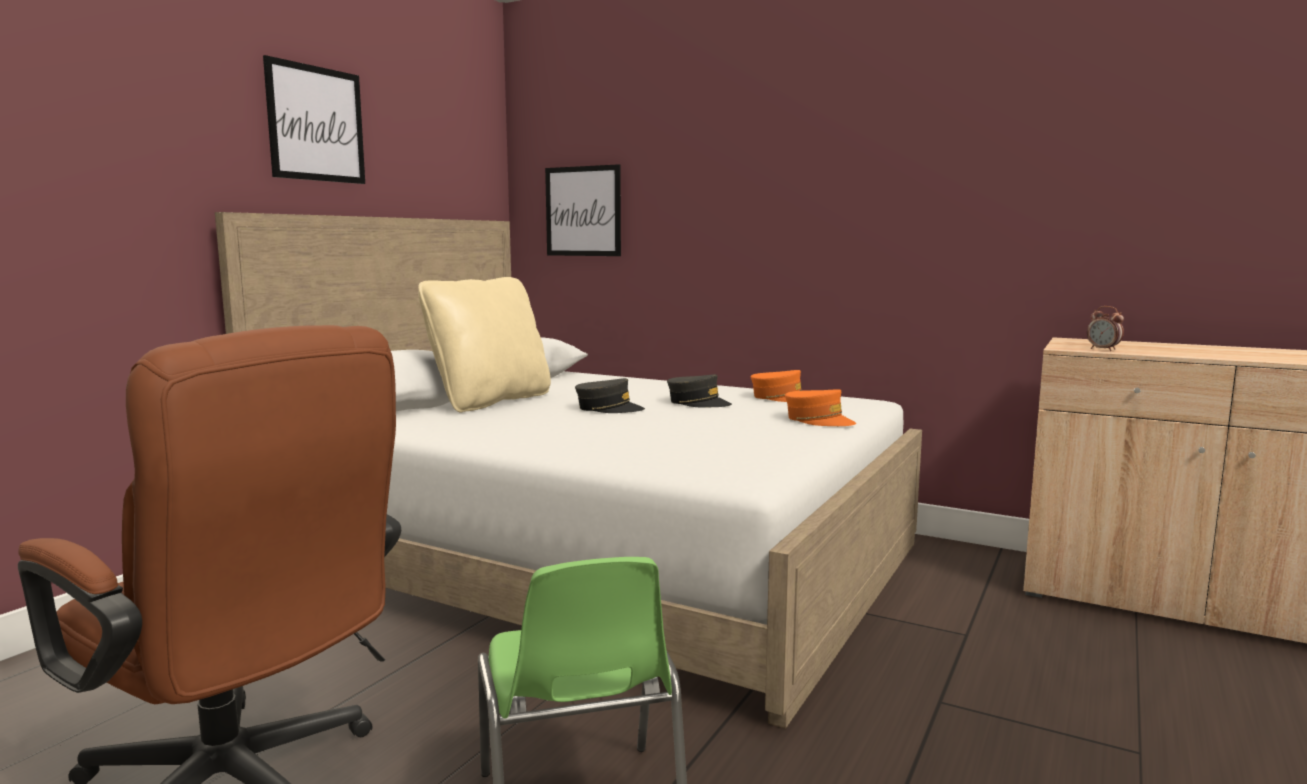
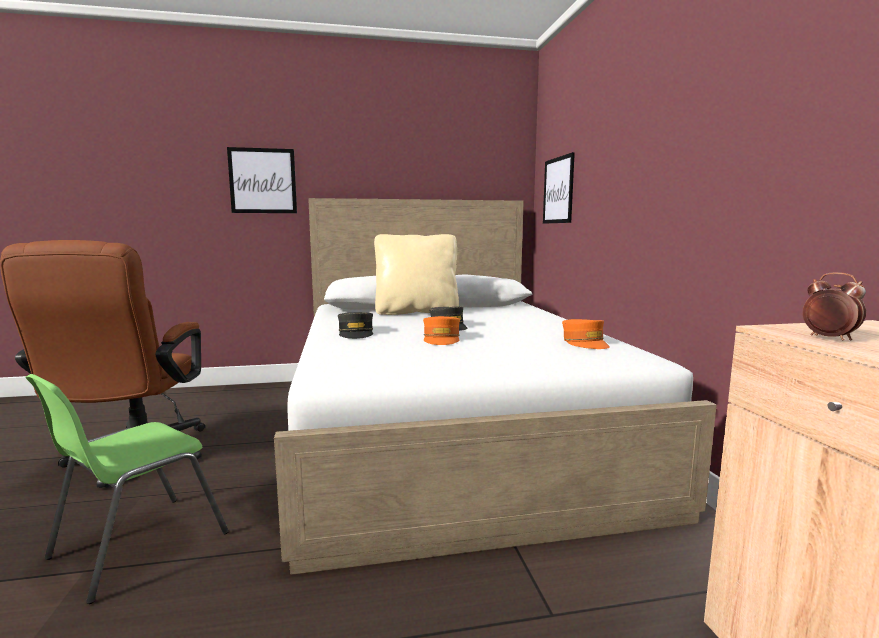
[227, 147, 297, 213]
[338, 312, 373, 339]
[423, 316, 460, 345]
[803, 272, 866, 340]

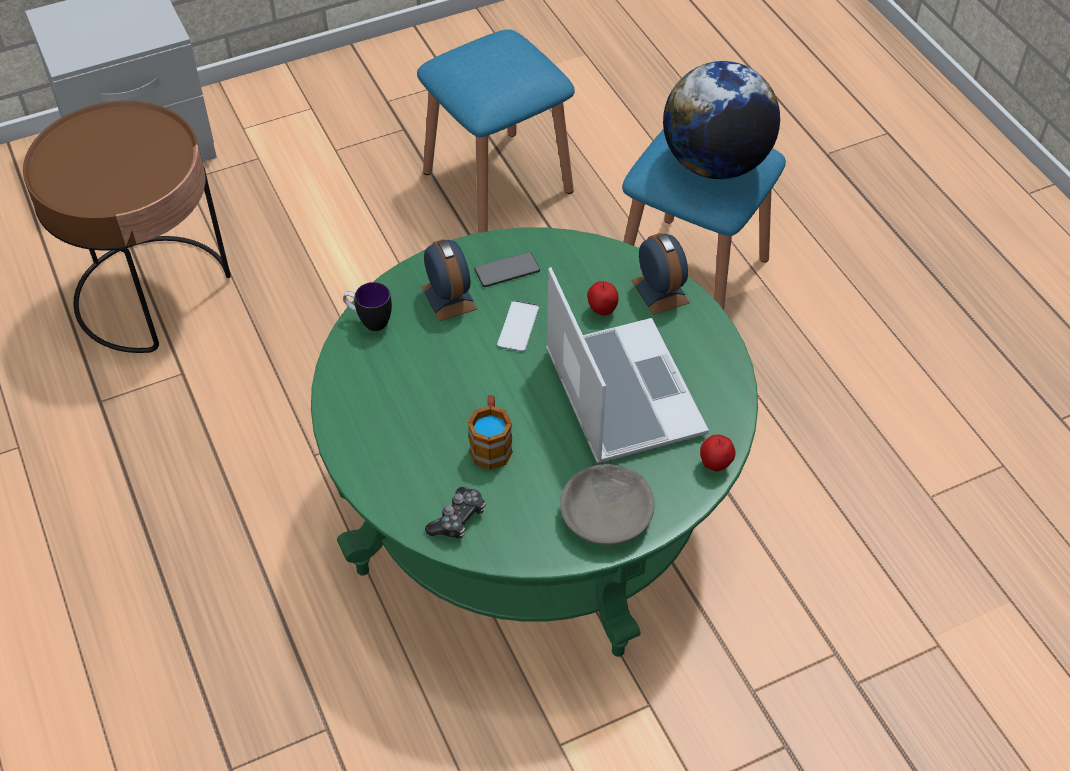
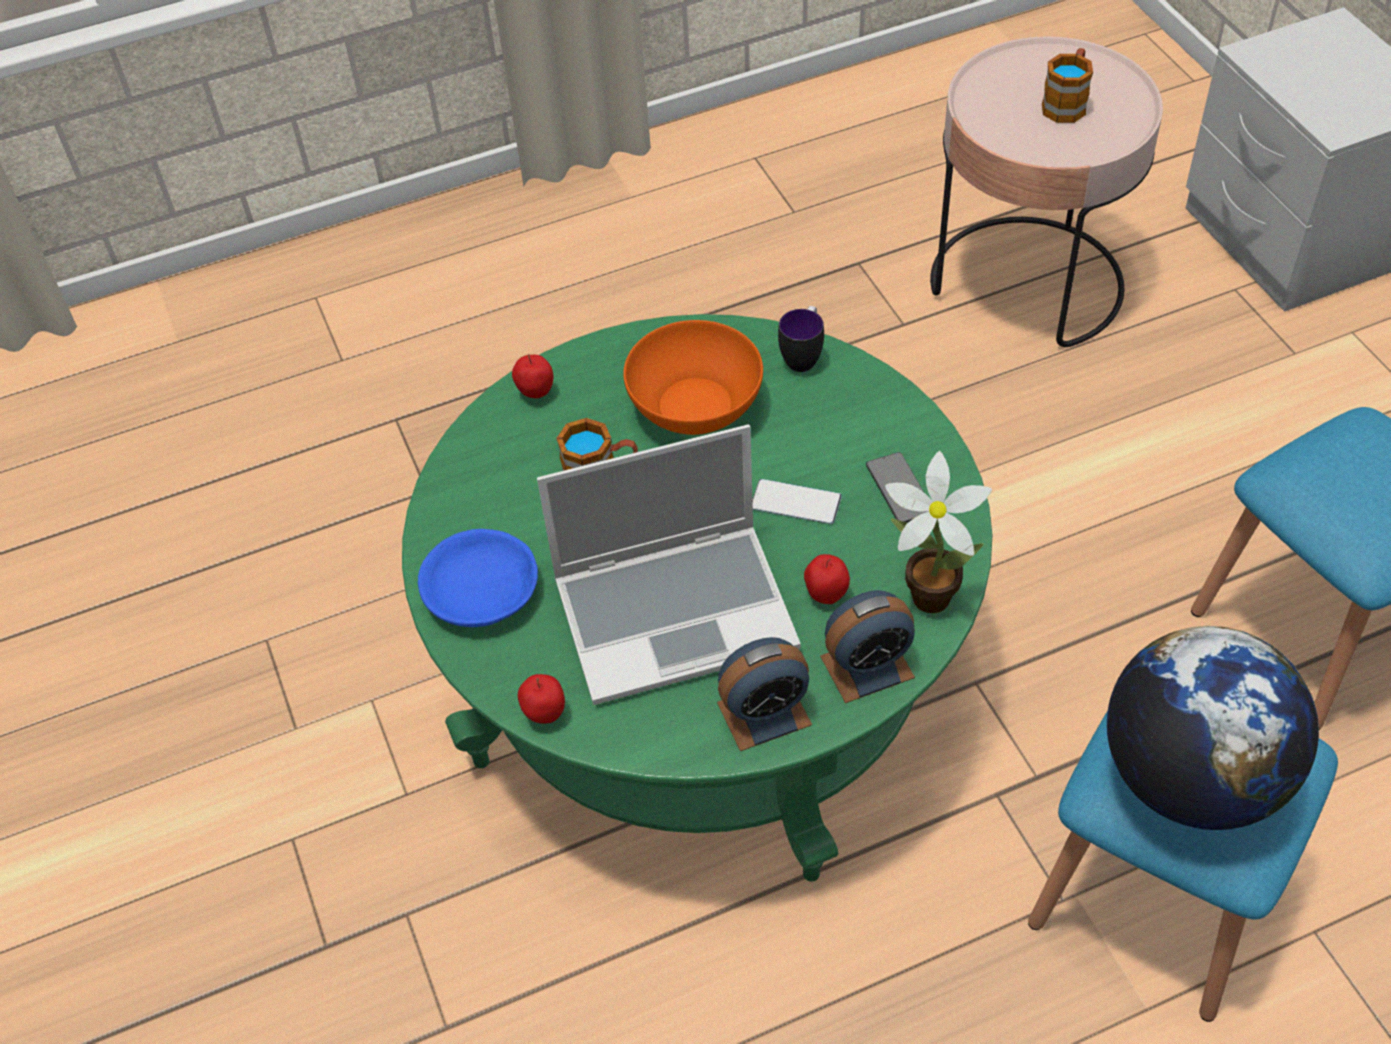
[425, 487, 486, 539] (first image)
[512, 354, 553, 398]
[623, 320, 763, 435]
[885, 451, 992, 613]
[1042, 48, 1093, 123]
[717, 637, 812, 751]
[930, 36, 1163, 347]
[418, 529, 538, 627]

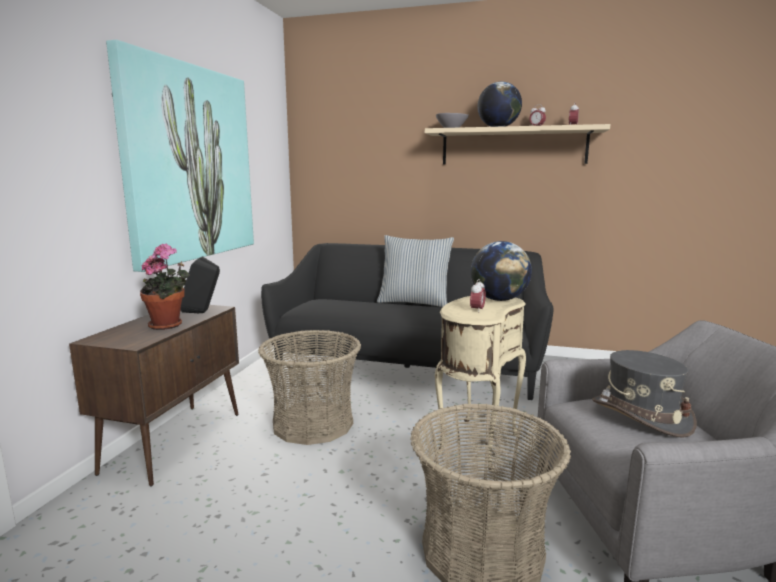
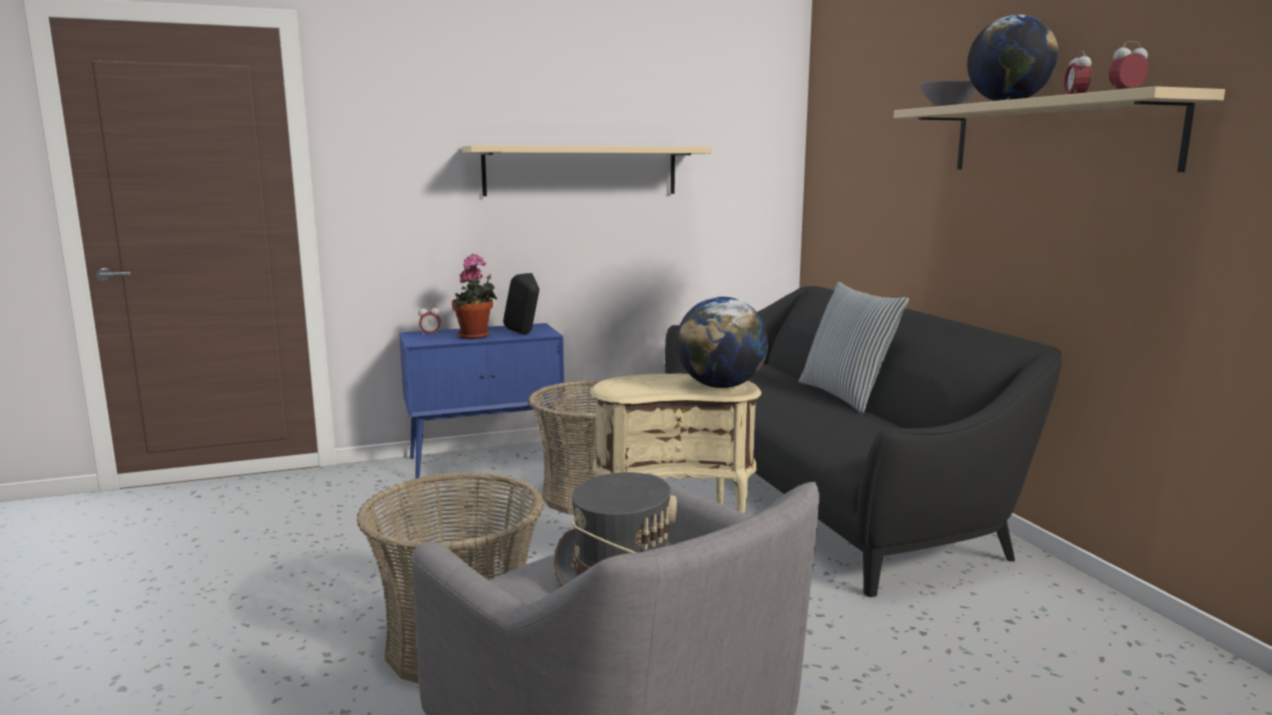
[418, 304, 441, 336]
[462, 145, 712, 196]
[399, 323, 565, 479]

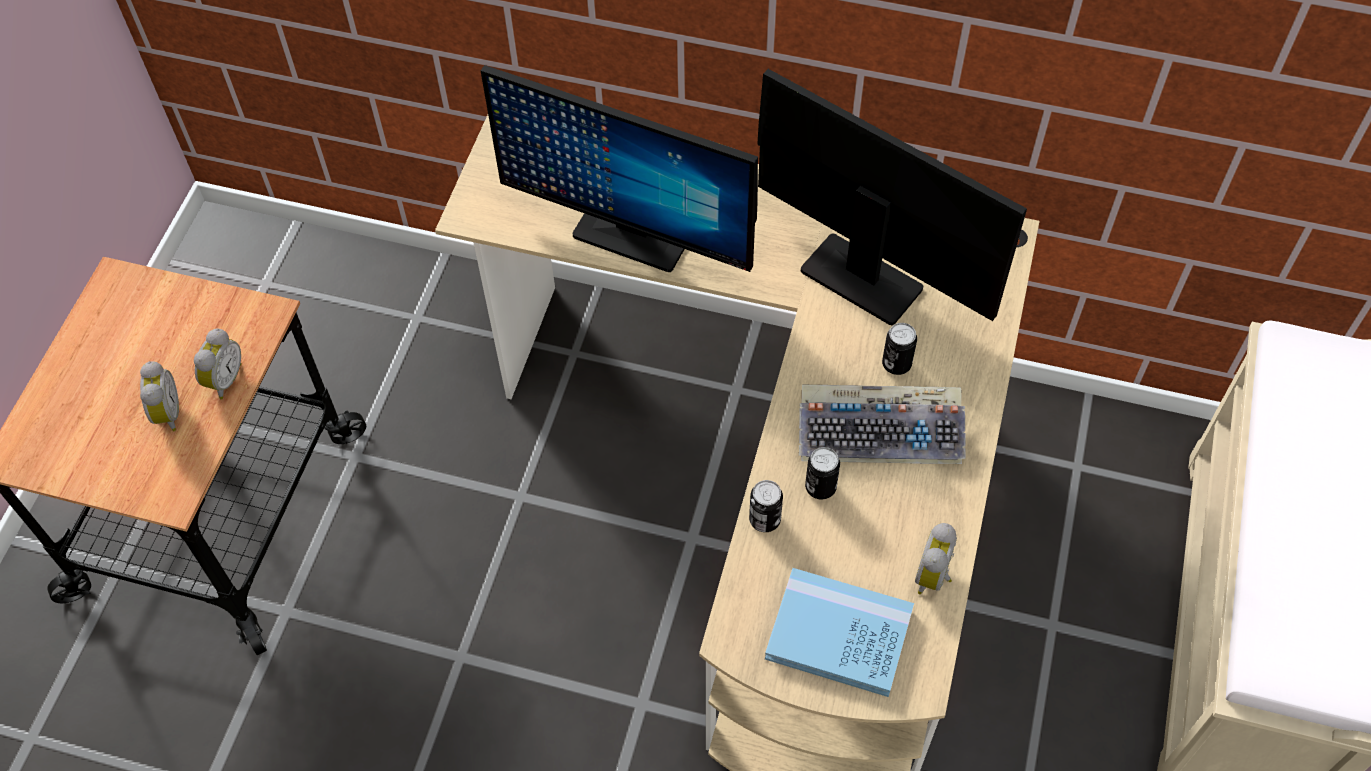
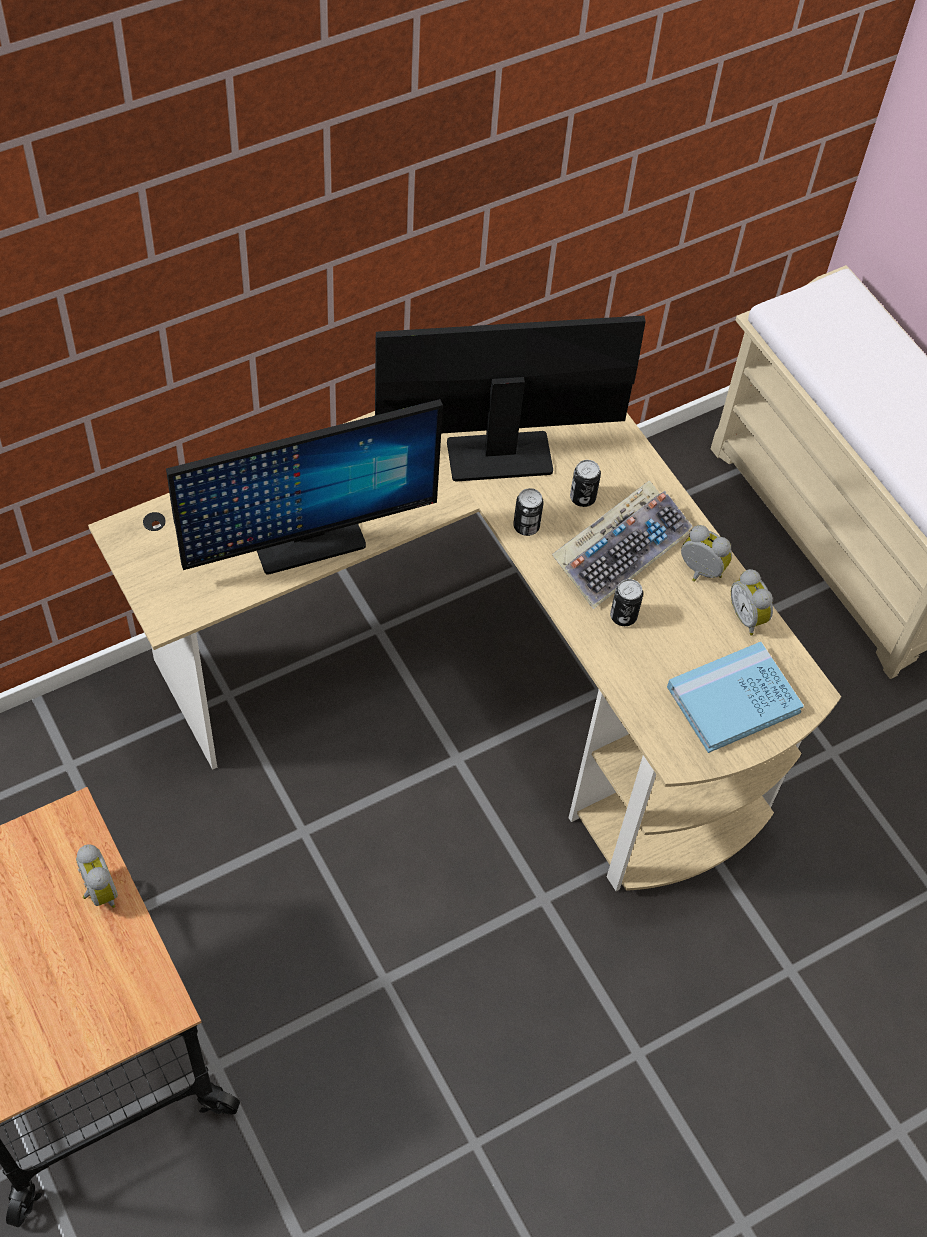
[681, 525, 732, 582]
[513, 488, 544, 536]

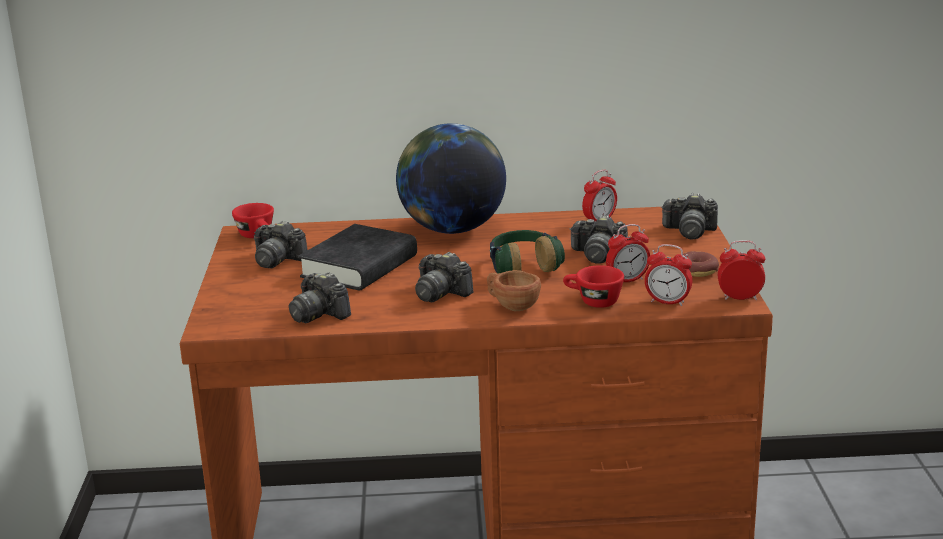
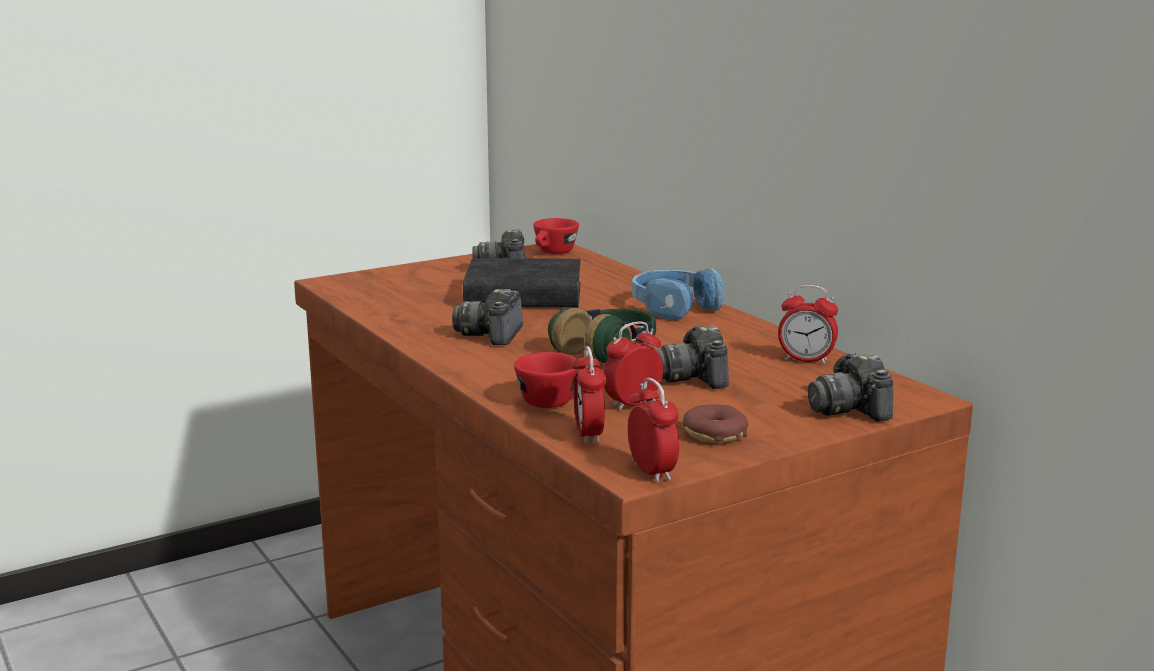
[289, 272, 351, 323] (first image)
[487, 270, 541, 311] (first image)
[631, 269, 724, 320]
[603, 321, 663, 410]

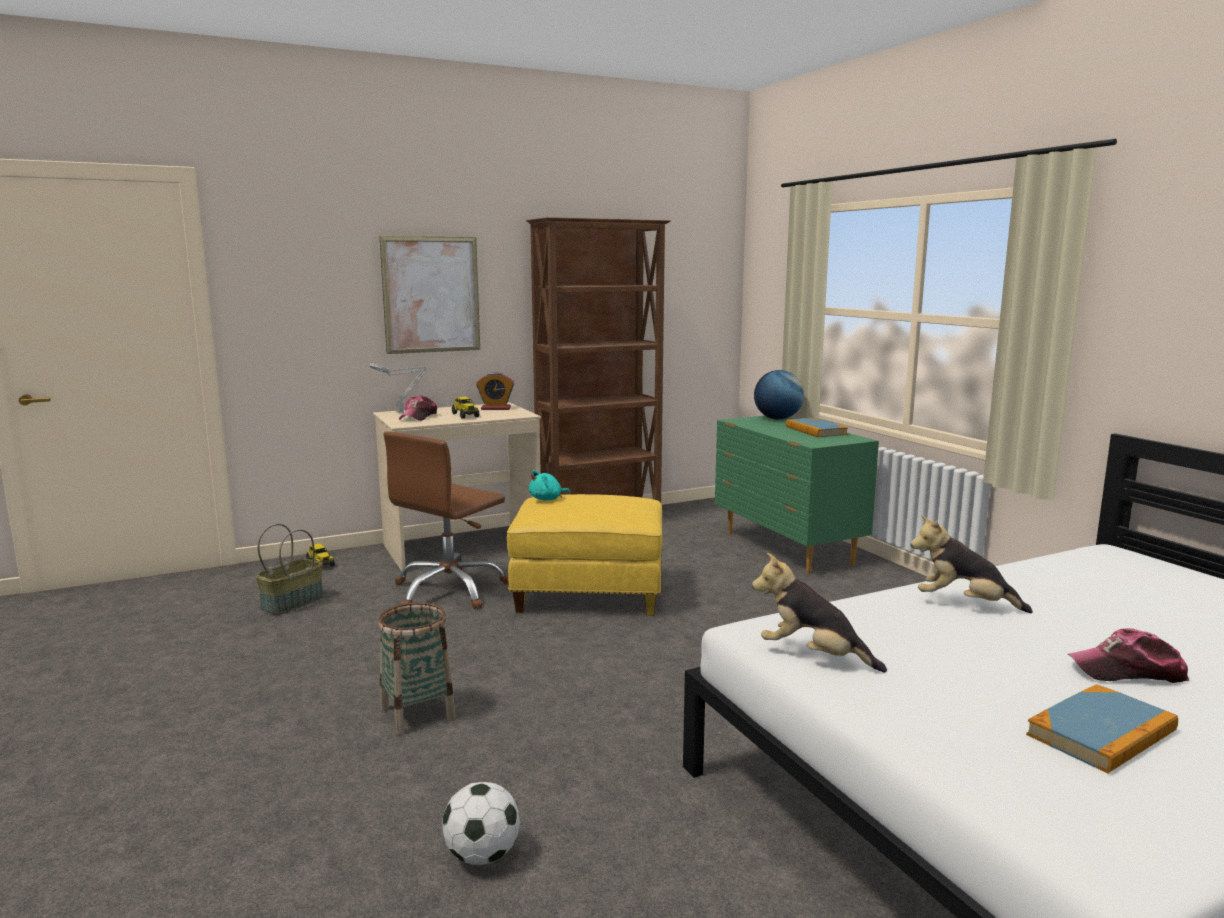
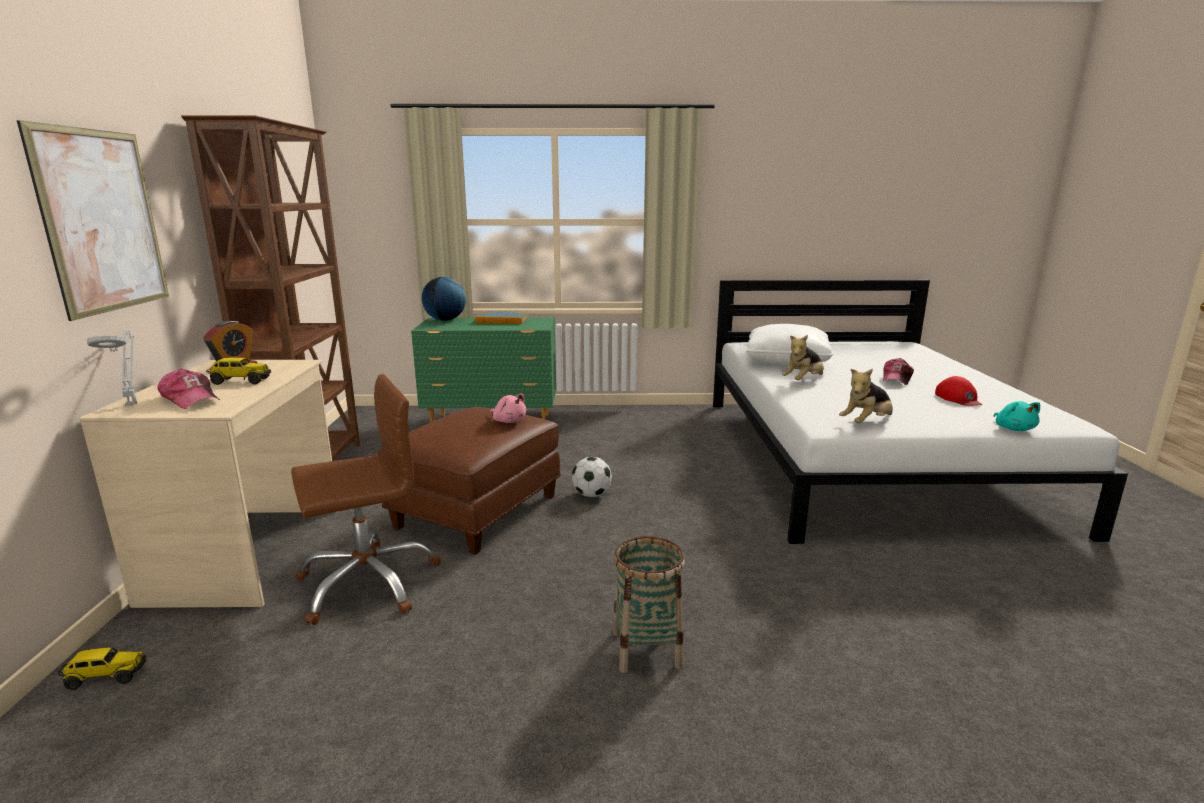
[256, 524, 324, 615] (first image)
[490, 393, 527, 423]
[746, 324, 834, 365]
[572, 457, 612, 497]
[994, 401, 1040, 431]
[935, 376, 983, 406]
[378, 407, 561, 555]
[291, 374, 441, 625]

